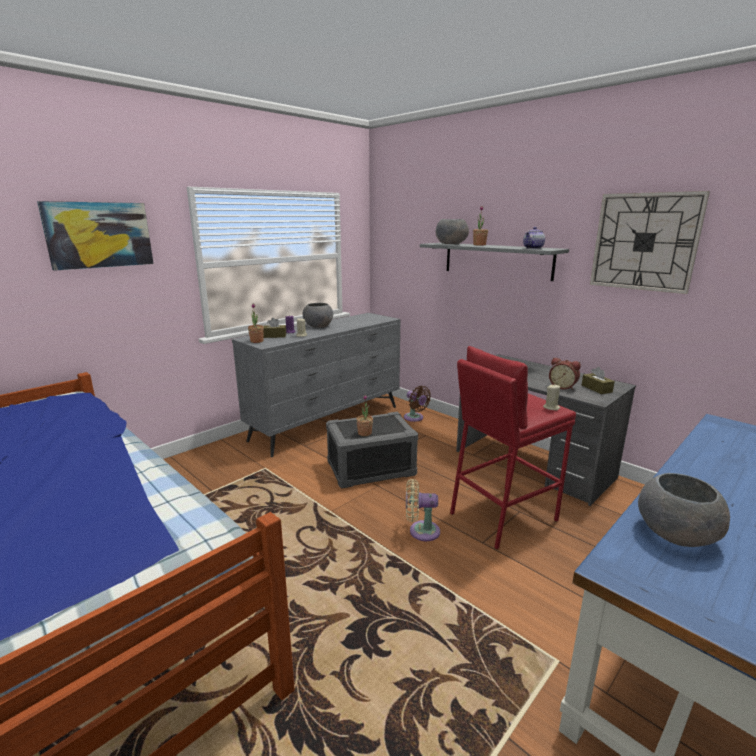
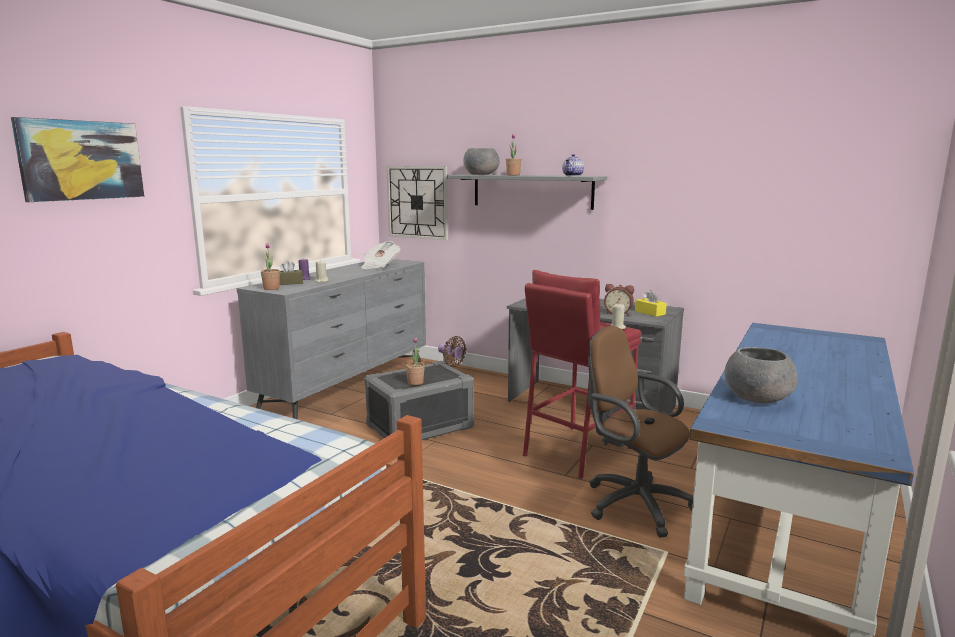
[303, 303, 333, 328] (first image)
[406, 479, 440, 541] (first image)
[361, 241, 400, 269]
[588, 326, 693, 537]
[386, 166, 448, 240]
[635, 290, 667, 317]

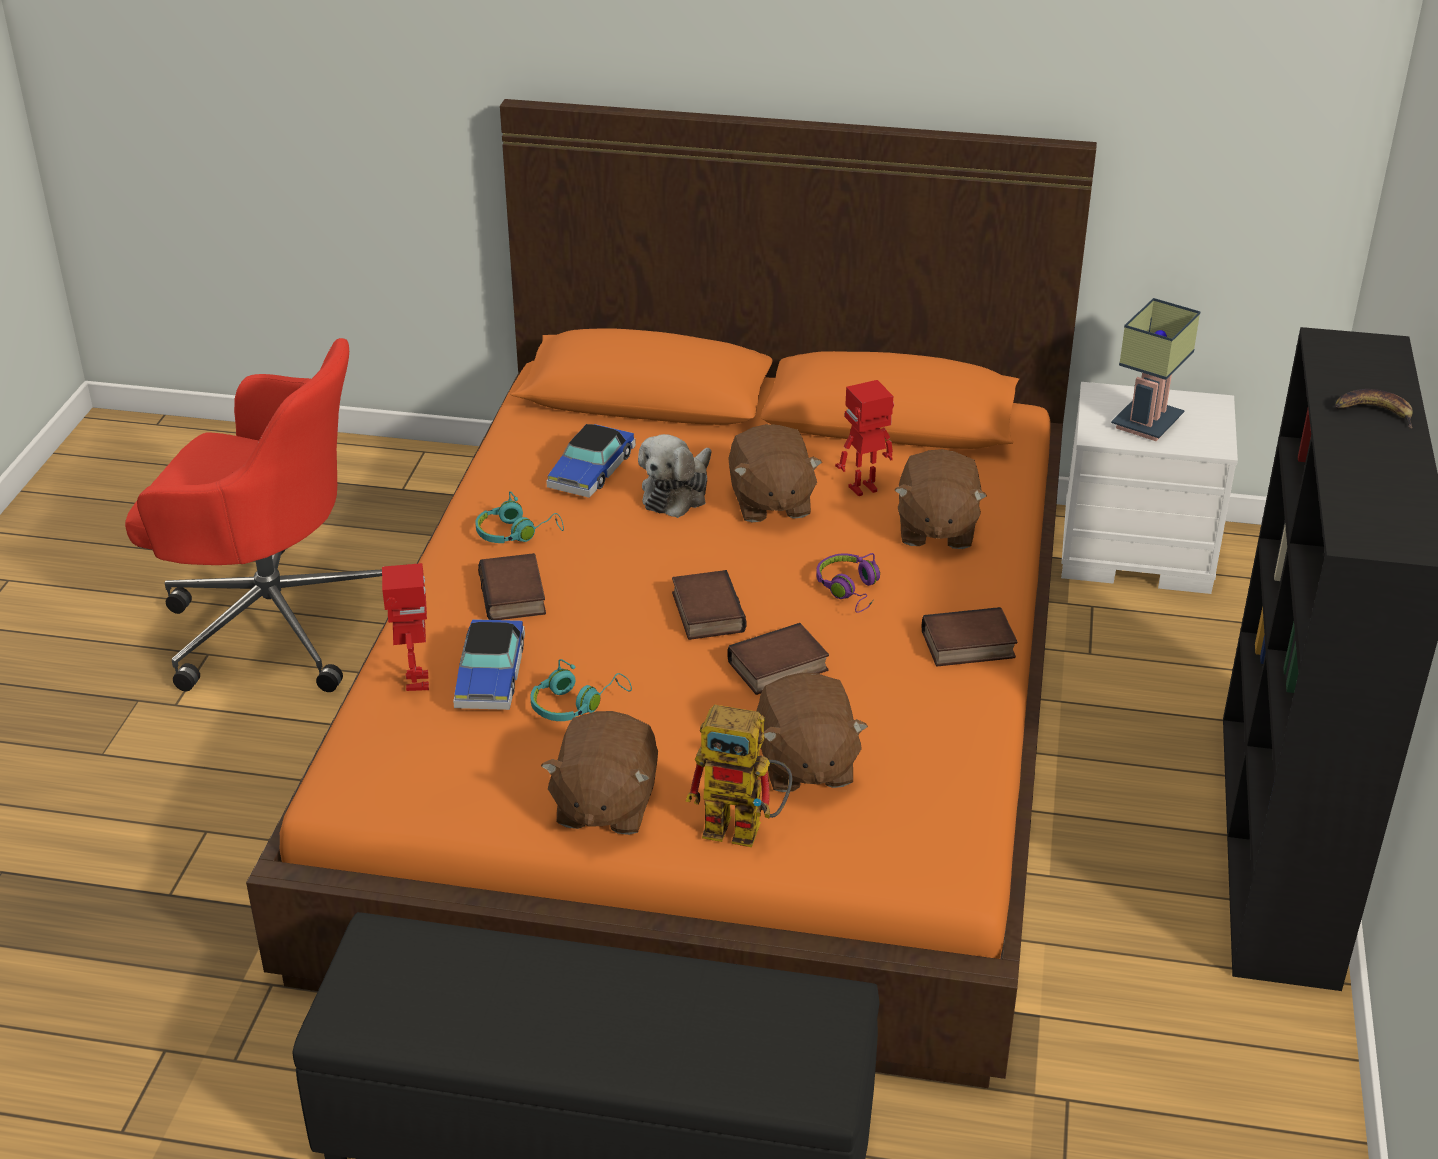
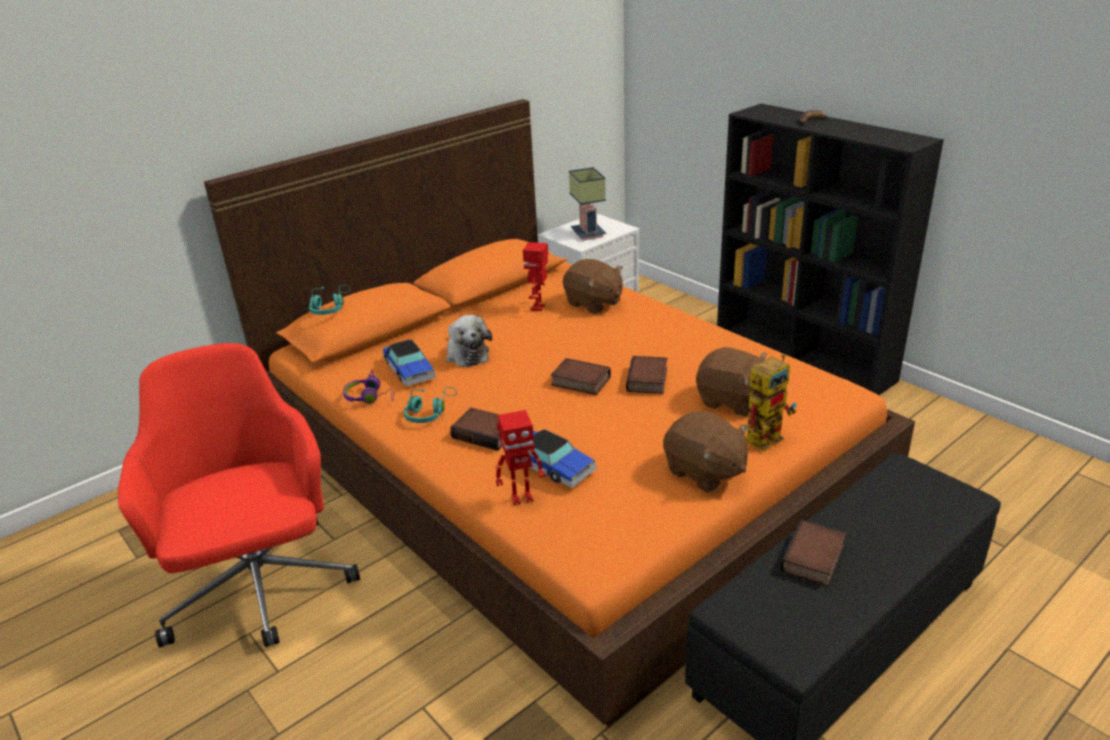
[729, 424, 822, 522] (first image)
[309, 285, 350, 315]
[343, 370, 394, 404]
[780, 520, 846, 586]
[118, 343, 360, 647]
[496, 410, 545, 505]

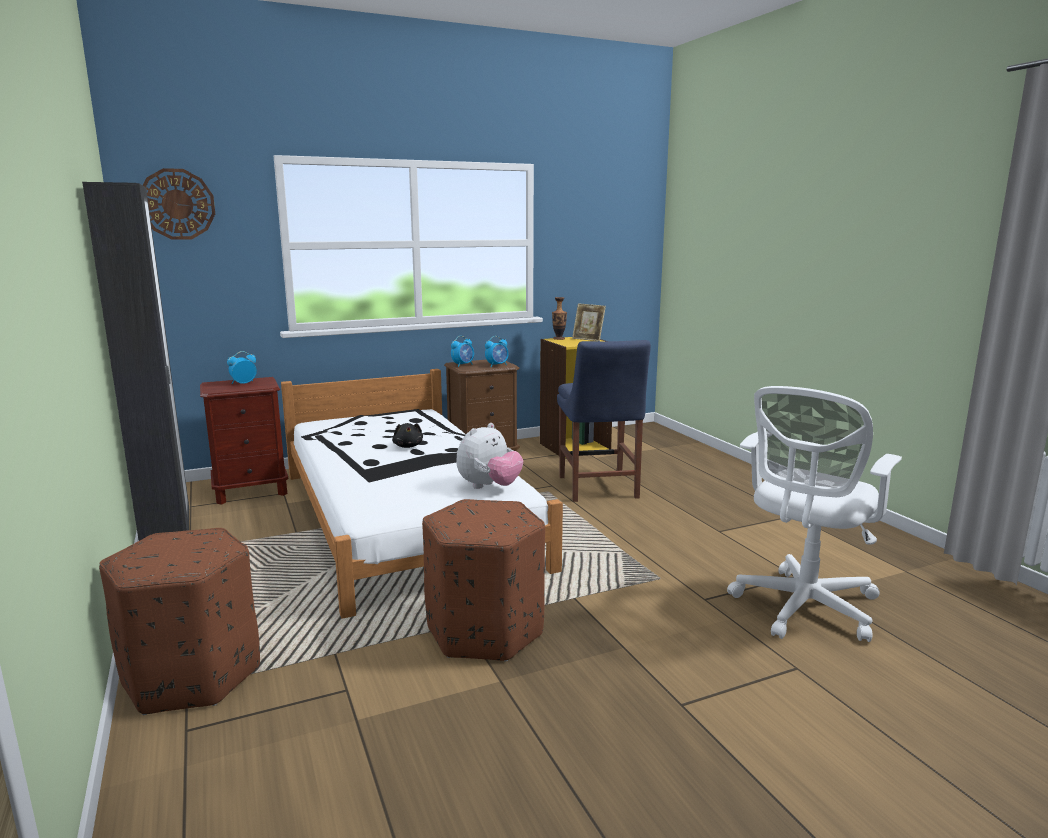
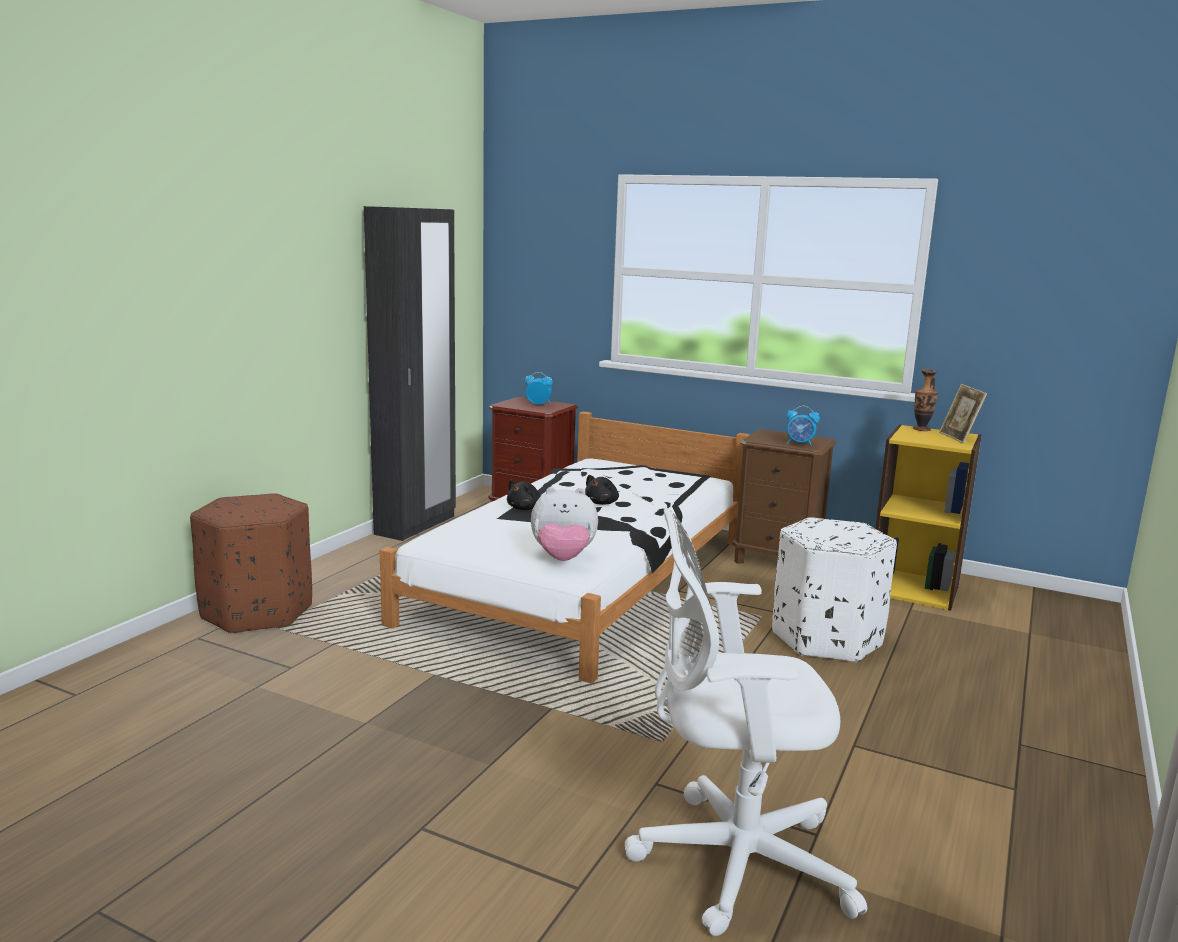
[143, 168, 215, 240] (first image)
[422, 499, 545, 661] (first image)
[451, 336, 474, 367] (first image)
[507, 479, 541, 510]
[772, 518, 897, 663]

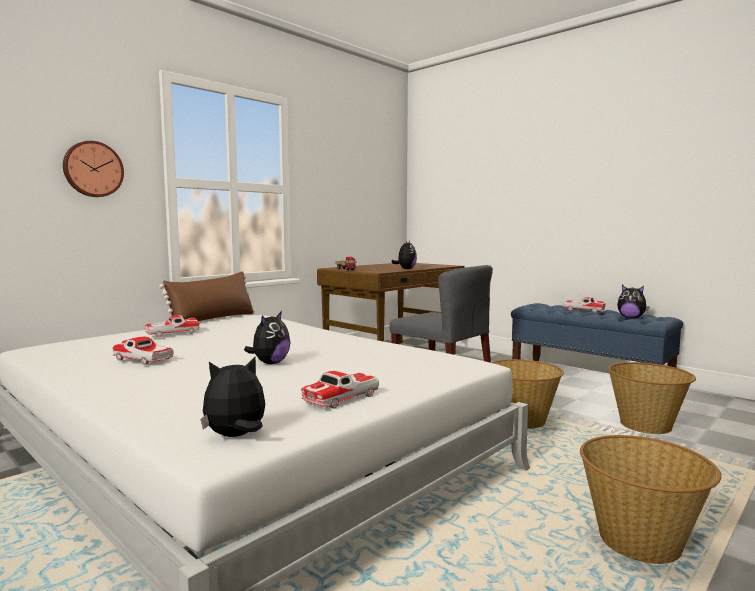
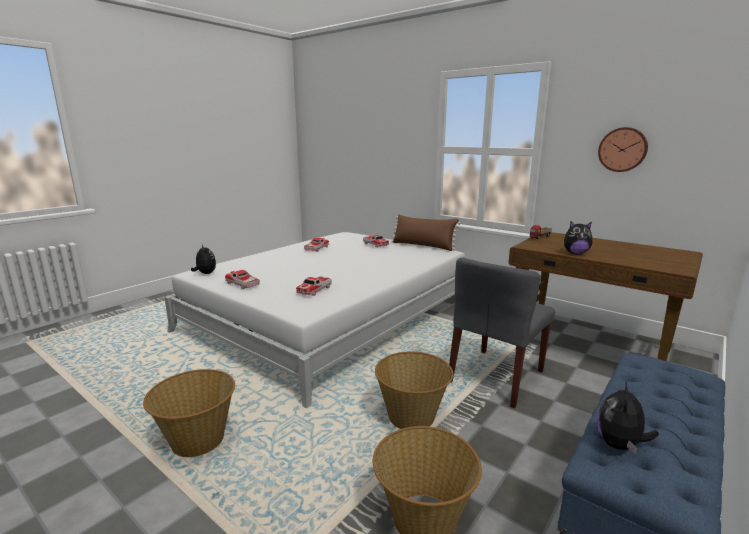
[244, 311, 291, 364] (first image)
[598, 127, 648, 172]
[296, 276, 332, 296]

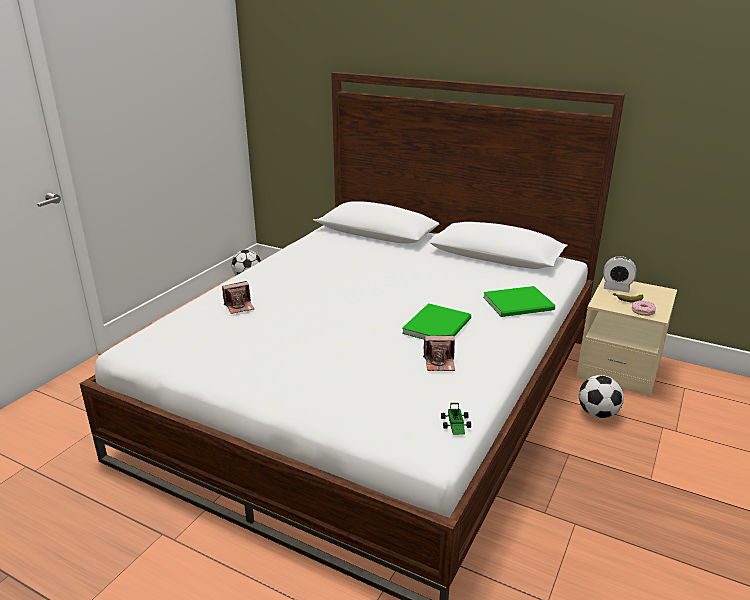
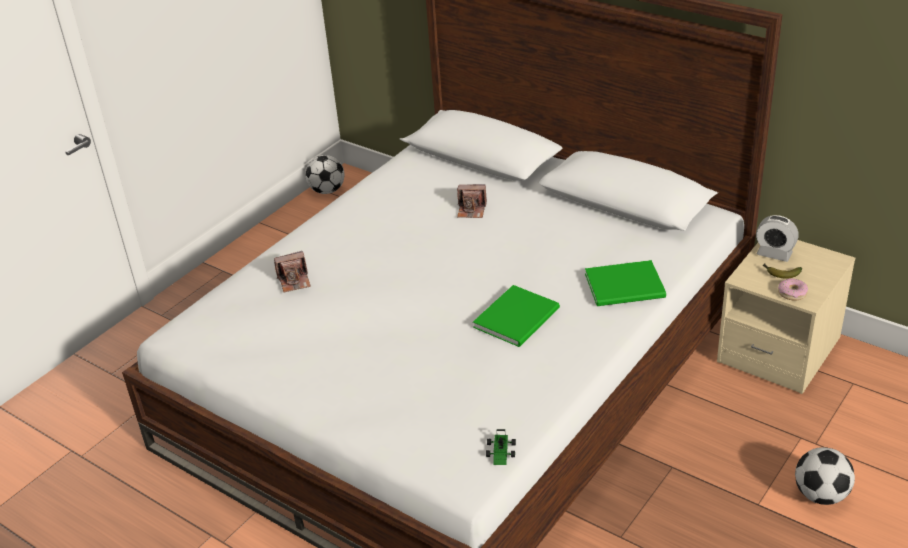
[457, 184, 487, 218]
[795, 447, 855, 505]

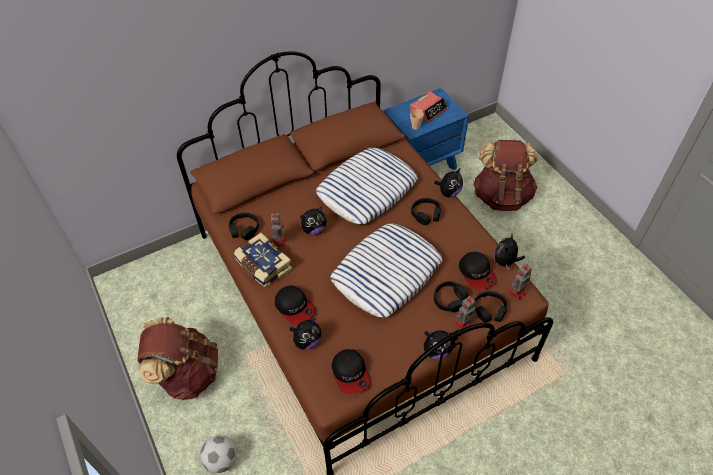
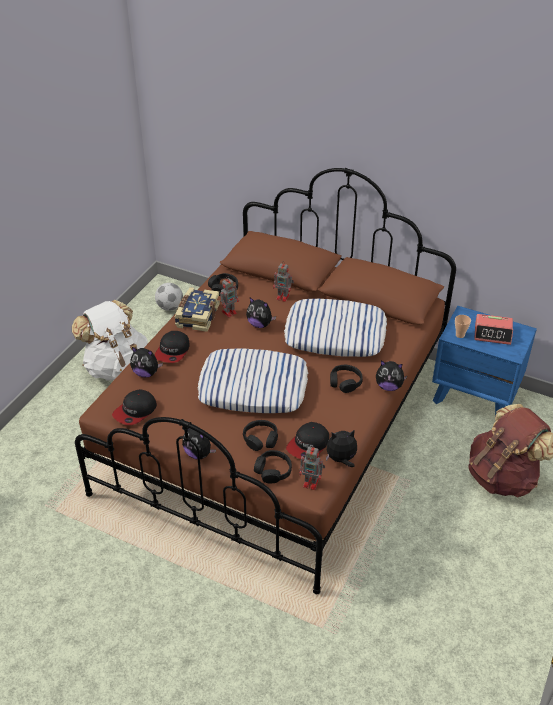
[155, 283, 183, 311]
[273, 261, 294, 302]
[72, 299, 148, 380]

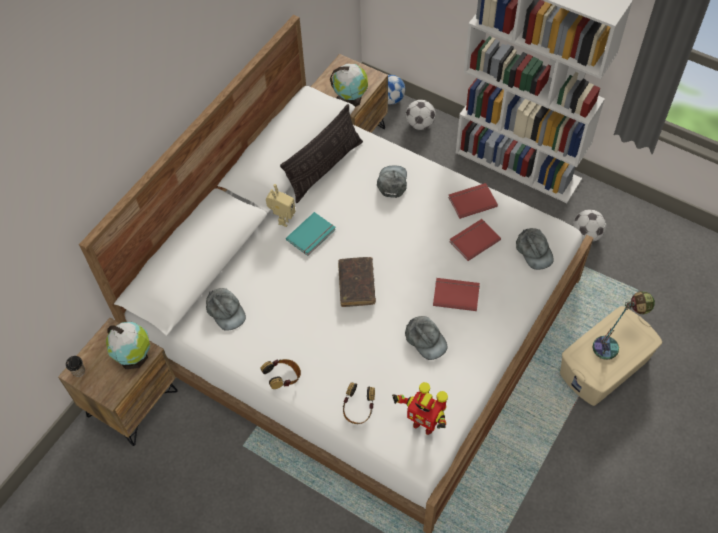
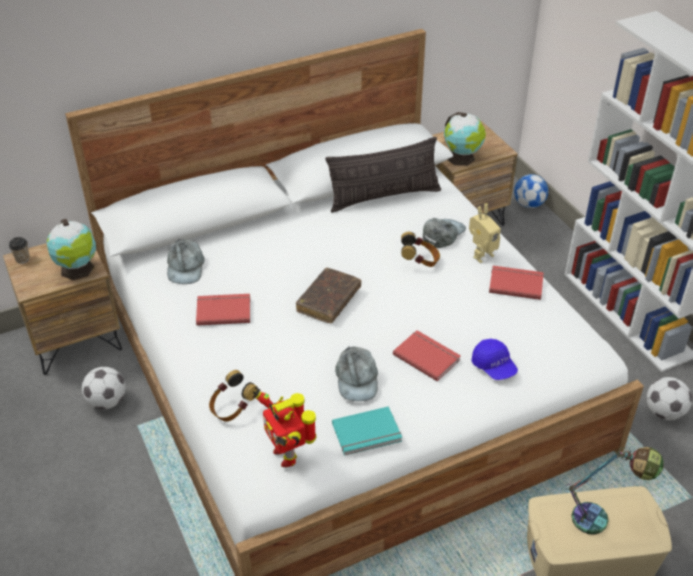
[516, 228, 554, 270] (first image)
[472, 339, 518, 380]
[401, 232, 440, 267]
[469, 204, 501, 263]
[332, 406, 402, 456]
[82, 367, 125, 409]
[196, 294, 251, 326]

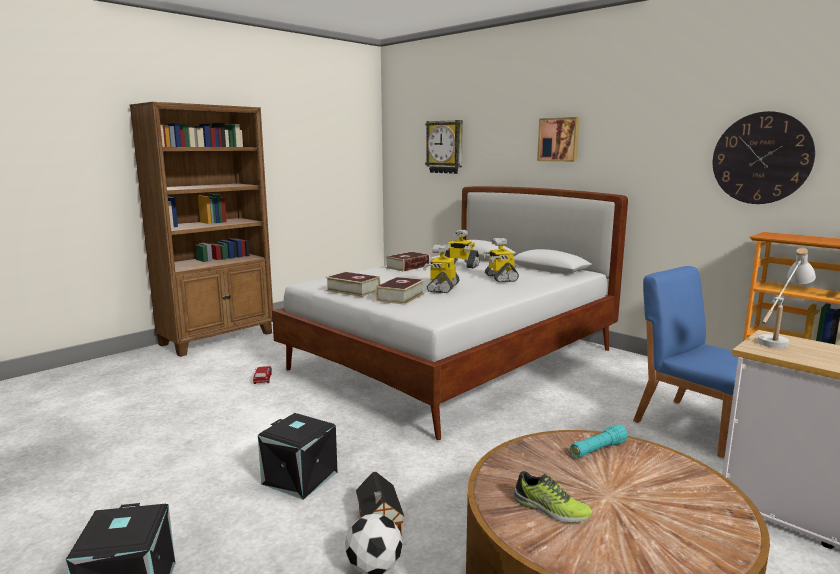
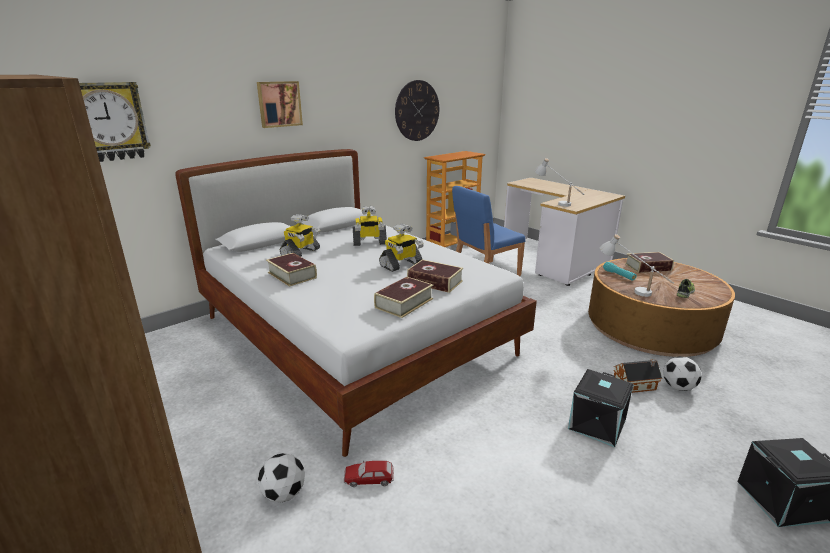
[258, 453, 305, 503]
[600, 234, 674, 297]
[625, 252, 674, 273]
[379, 224, 424, 272]

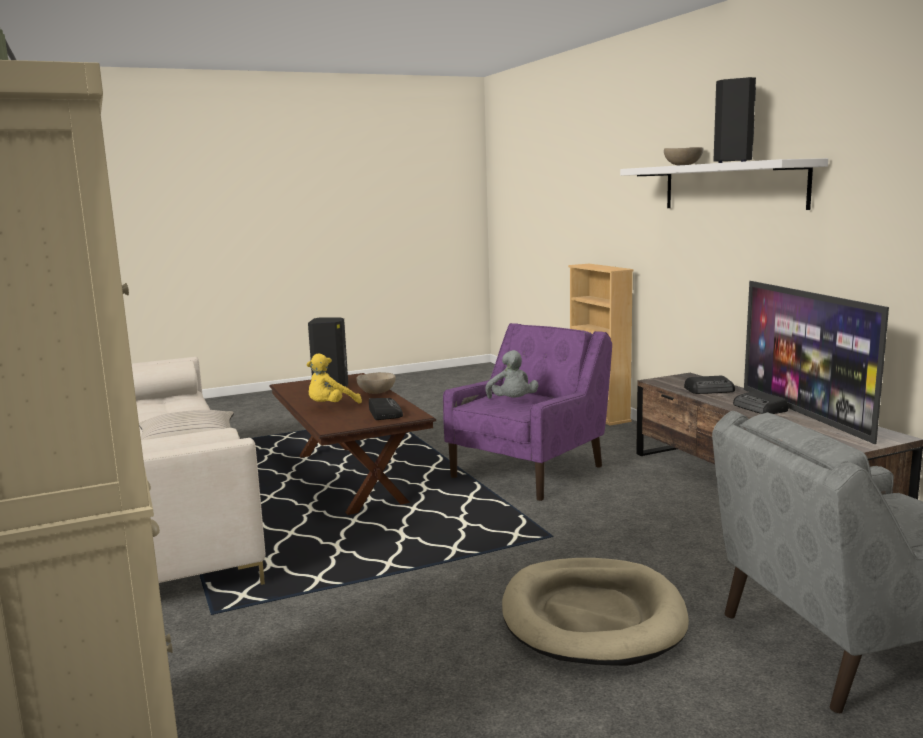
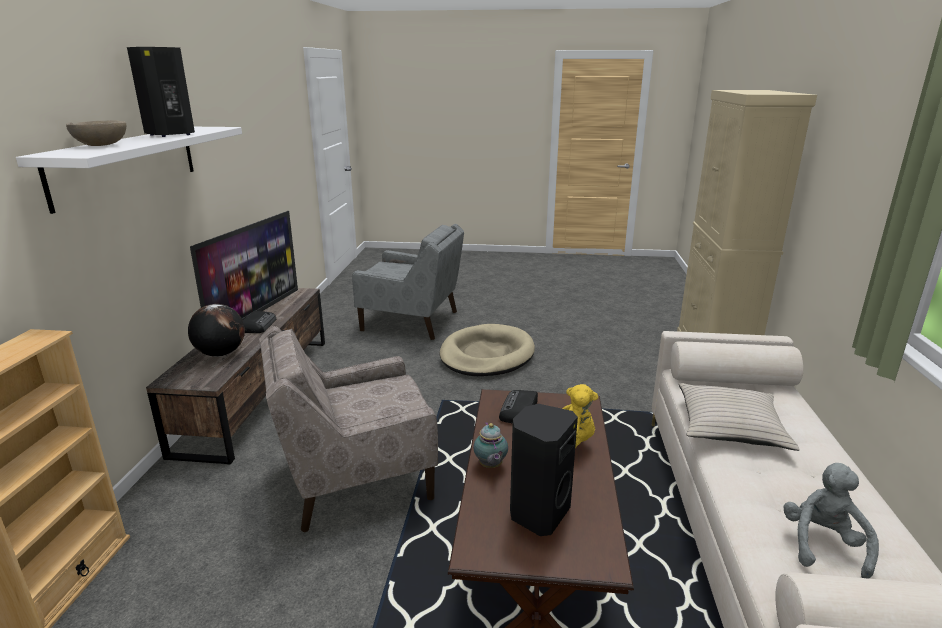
[784, 463, 879, 579]
[473, 422, 508, 468]
[188, 304, 245, 357]
[259, 326, 438, 532]

